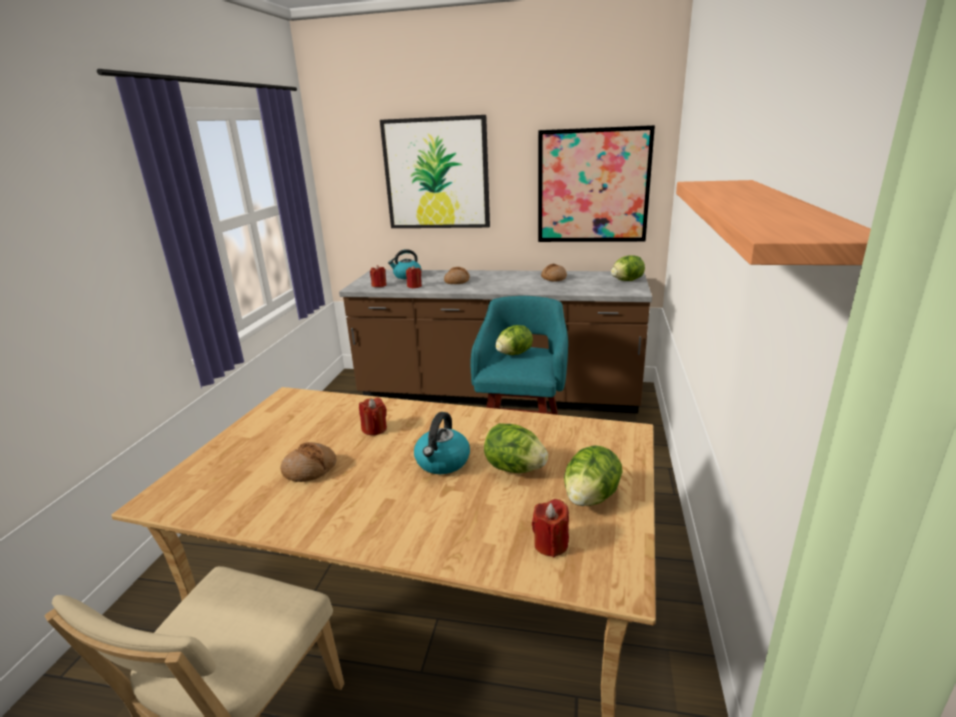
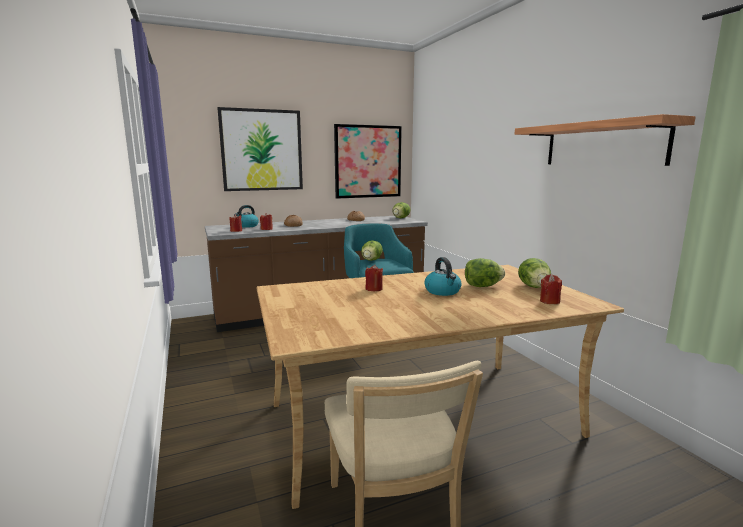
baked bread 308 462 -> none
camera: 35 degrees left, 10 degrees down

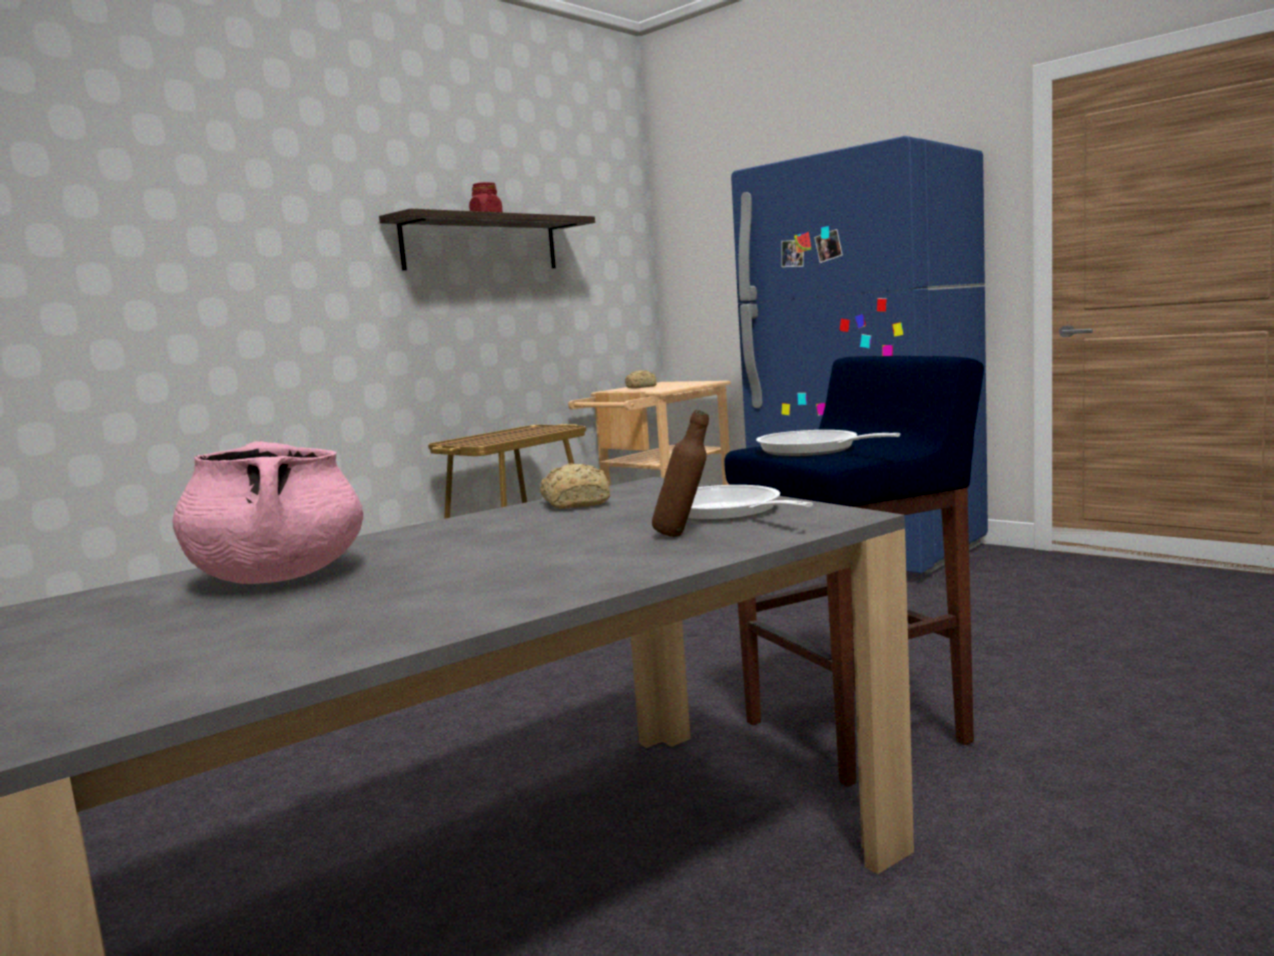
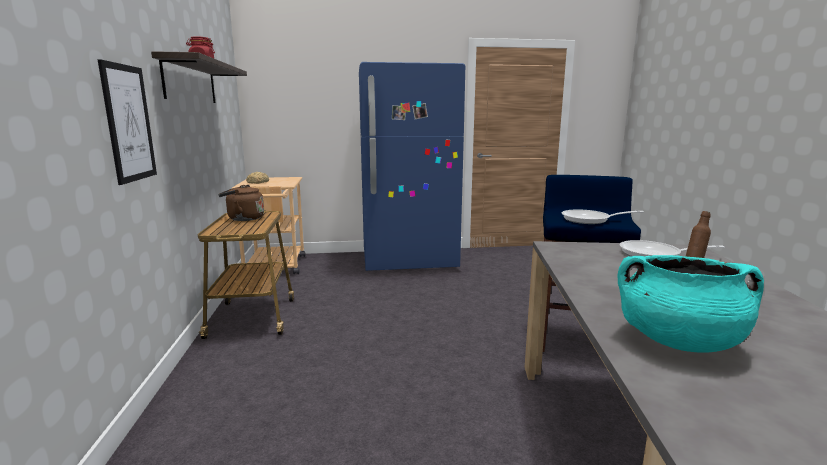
none -> wall art 127 122
none -> brownish water kettle 241 203
pinkish cooking pot 267 512 -> turquoise-coloured cooking pot 690 304
baked bread 575 486 -> none
camera: 50 degrees left, 5 degrees up

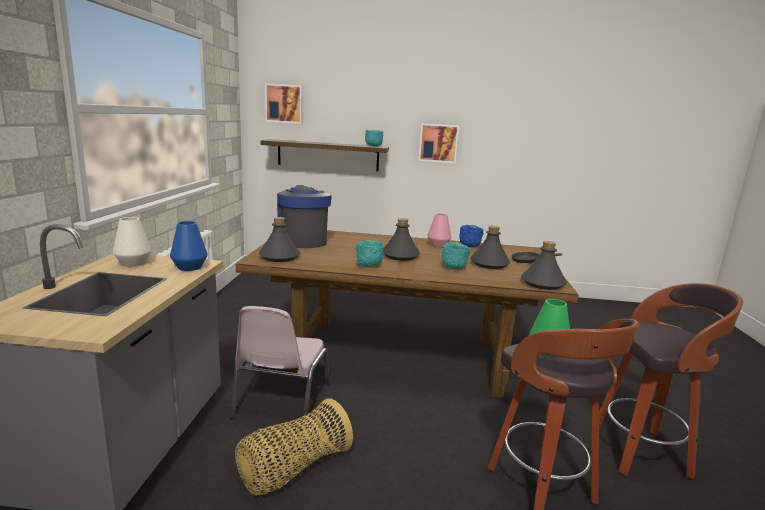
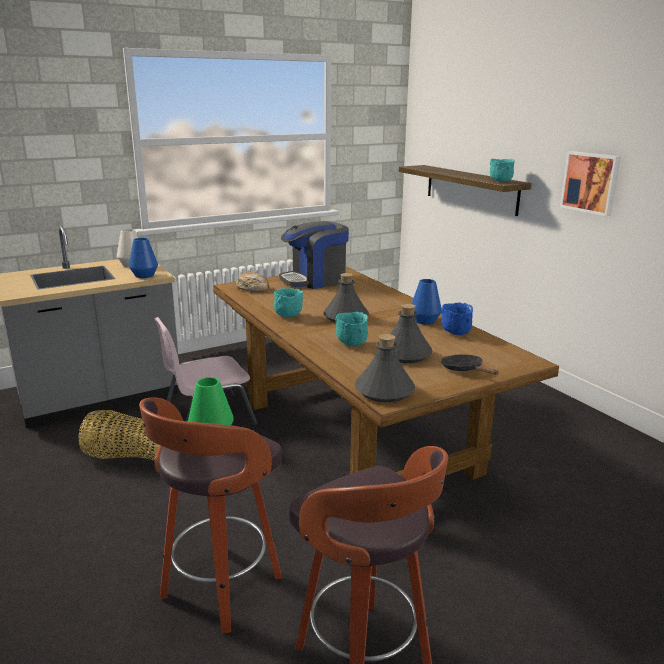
gray beverage bottle 279 239 -> baked bread 252 282
coffee machine 304 216 -> coffee machine 314 255, 150 degrees counterclockwise
pinkish vase 439 230 -> blue-coloured vase 427 302
wall art 284 103 -> none
camera: 55 degrees right, 5 degrees up

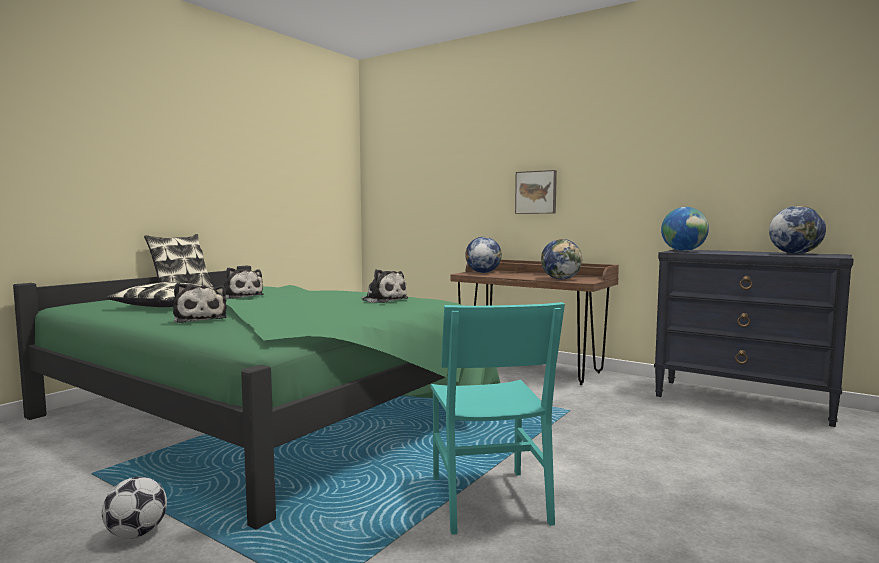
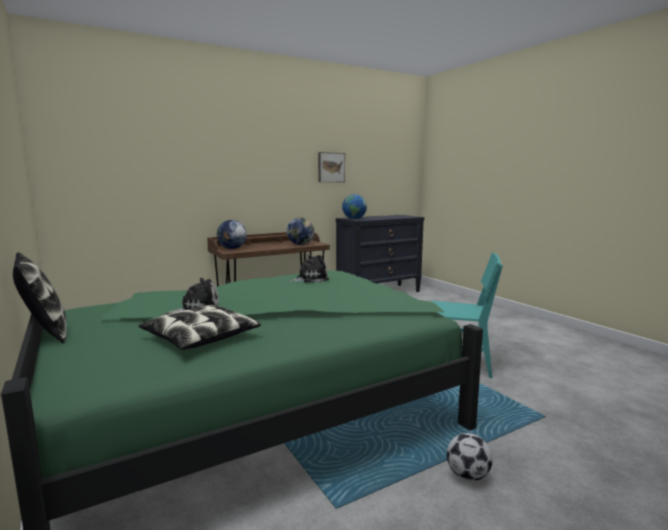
wall art 536 192 -> wall art 331 167, shifted
cuddly toy 200 303 -> none
desk globe 797 230 -> none
camera: 65 degrees left, 5 degrees up

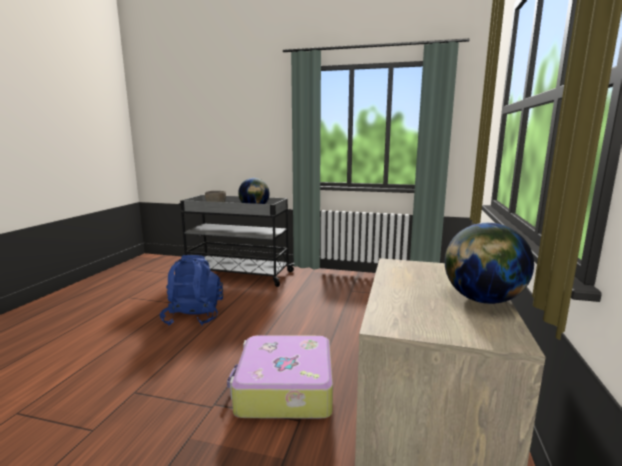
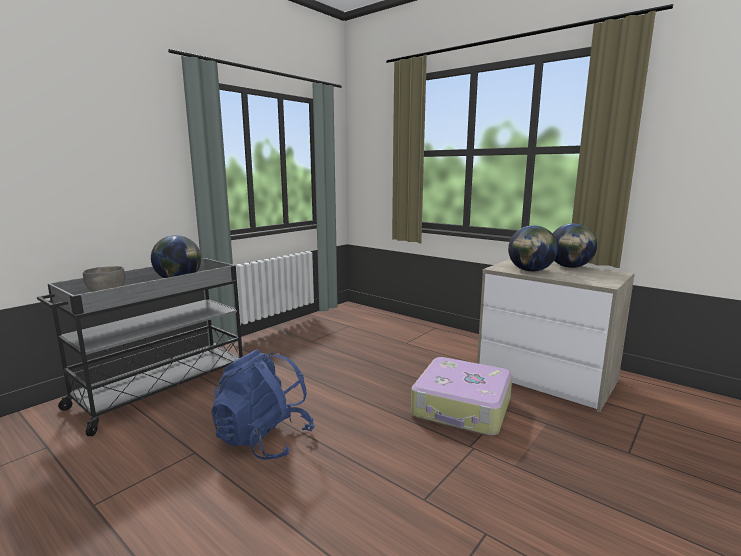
none -> desk globe 533 248
camera: 65 degrees left, 0 degrees up

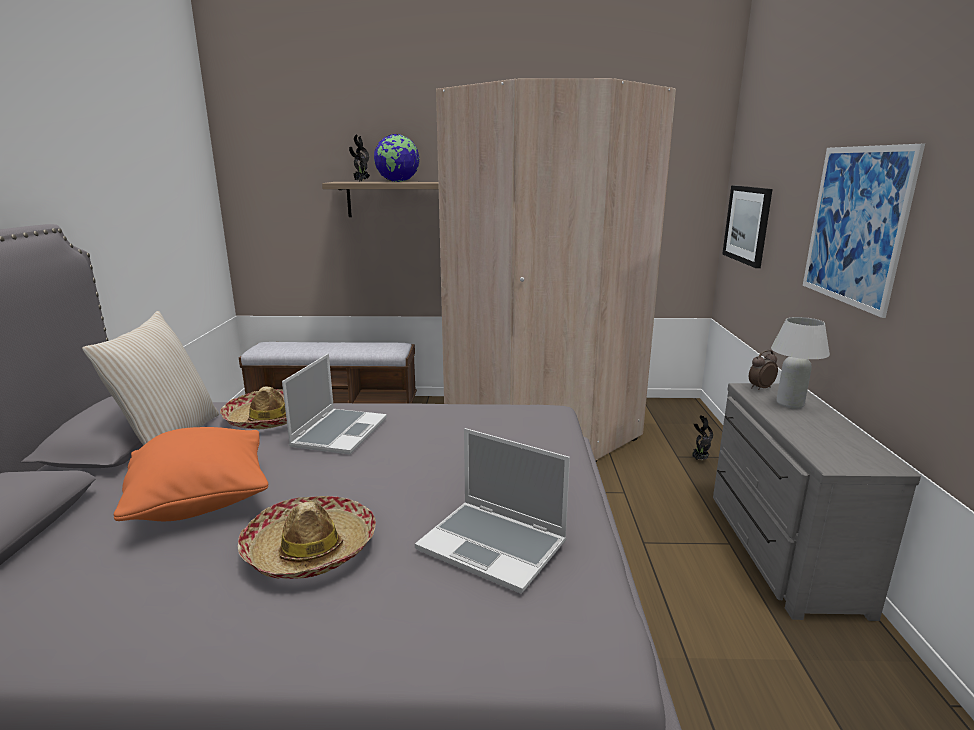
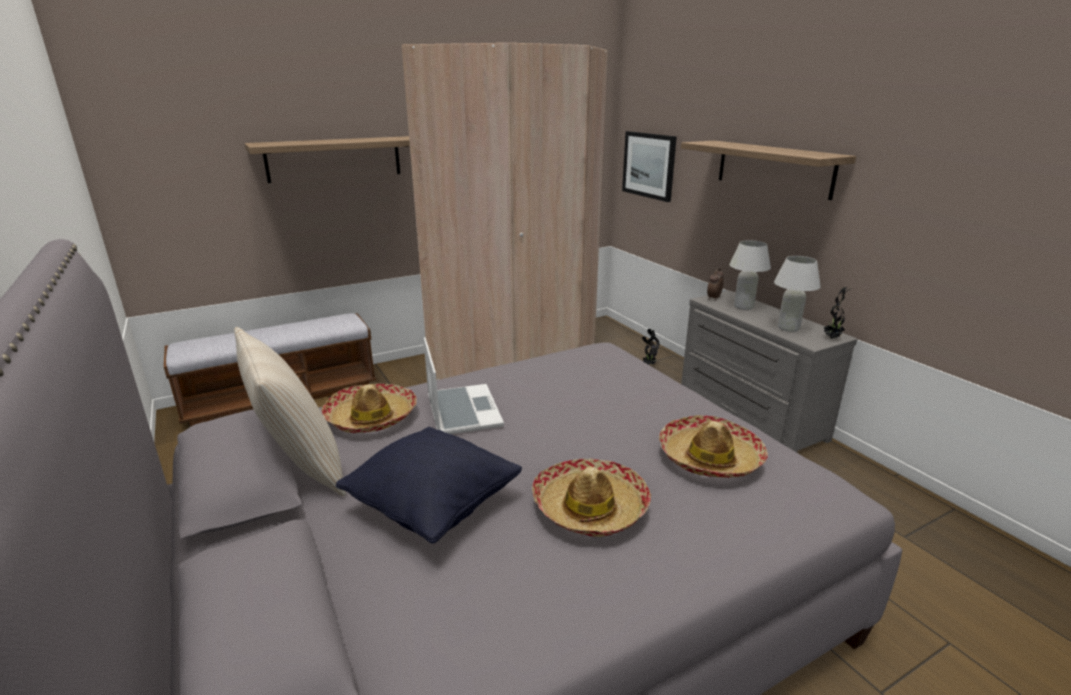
orangey throw pillow 191 474 -> blackish throw pillow 429 485
laptop 492 510 -> wearable hat 713 446
wall art 864 231 -> shelf 768 170
none -> white-coloured table lamp 797 294
plant in a pot 359 158 -> plant in a pot 838 313, shifted
desk globe 397 158 -> none
camera: 30 degrees left, 5 degrees up

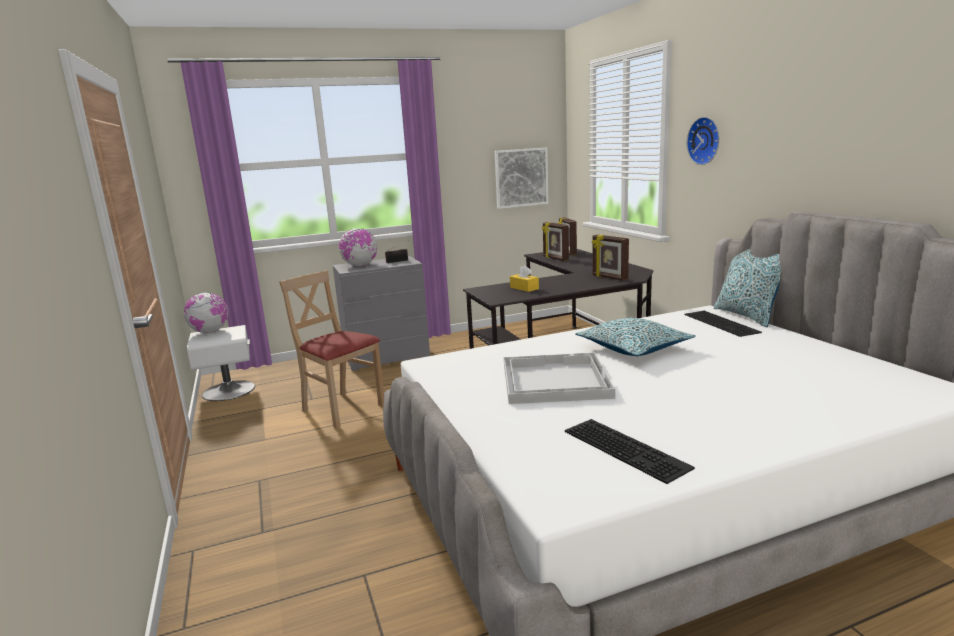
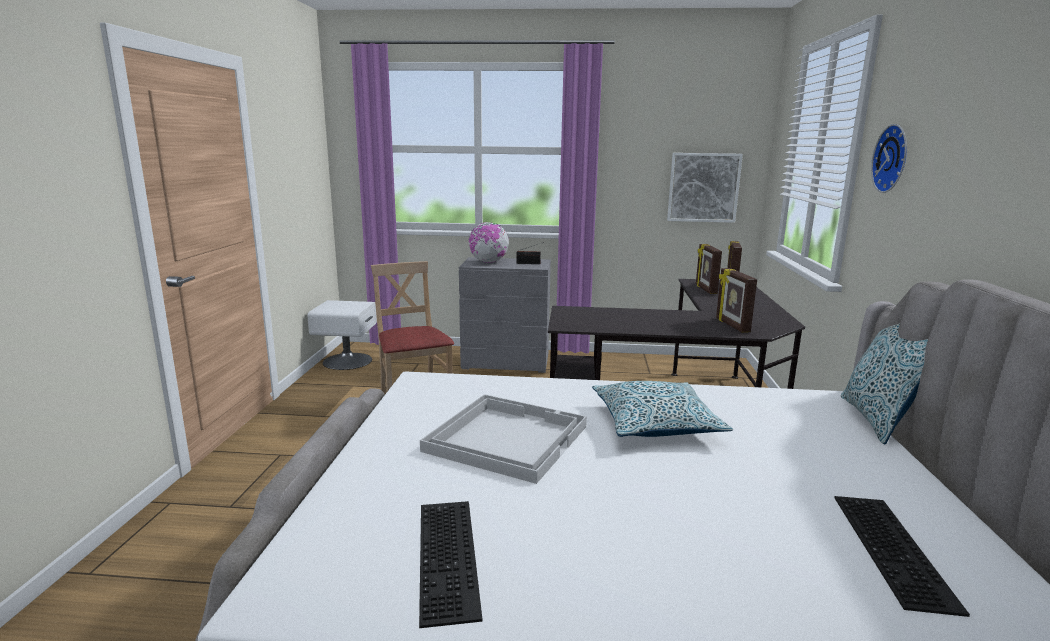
keyboard 723 324 -> keyboard 902 556, shifted
desk globe 206 312 -> none
yellow tissue holder 524 278 -> none
camera: 25 degrees right, 0 degrees up

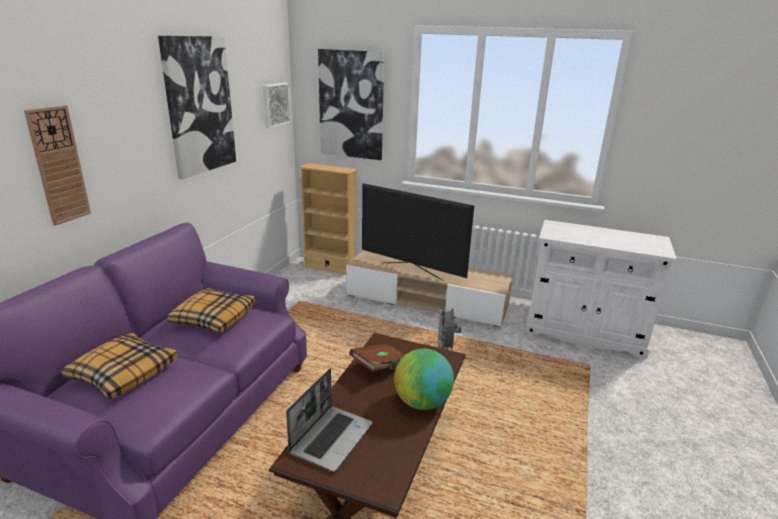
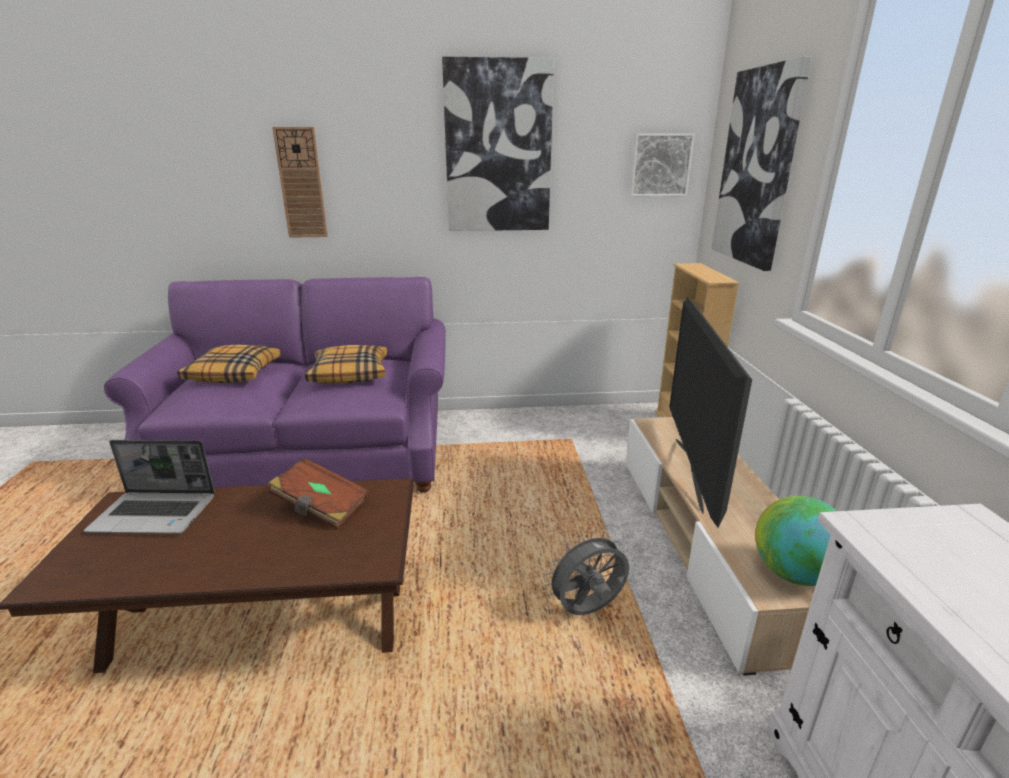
desk globe 424 379 -> desk globe 796 541, shifted
camera: 65 degrees right, 0 degrees up

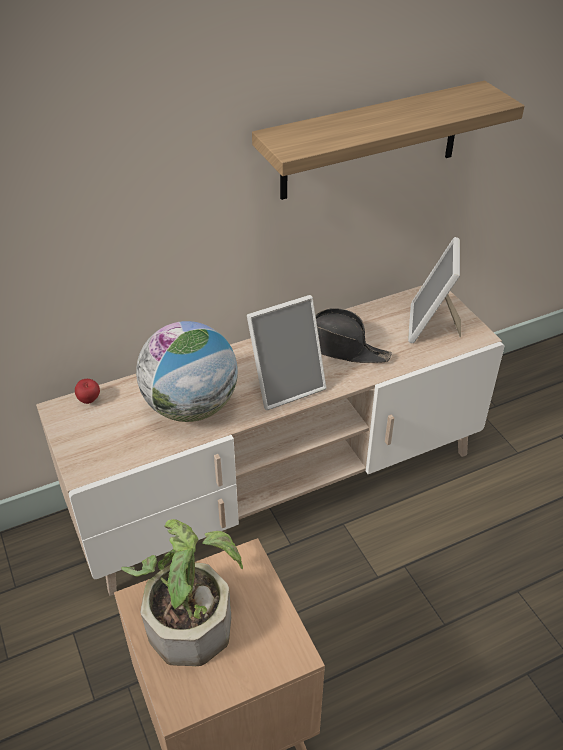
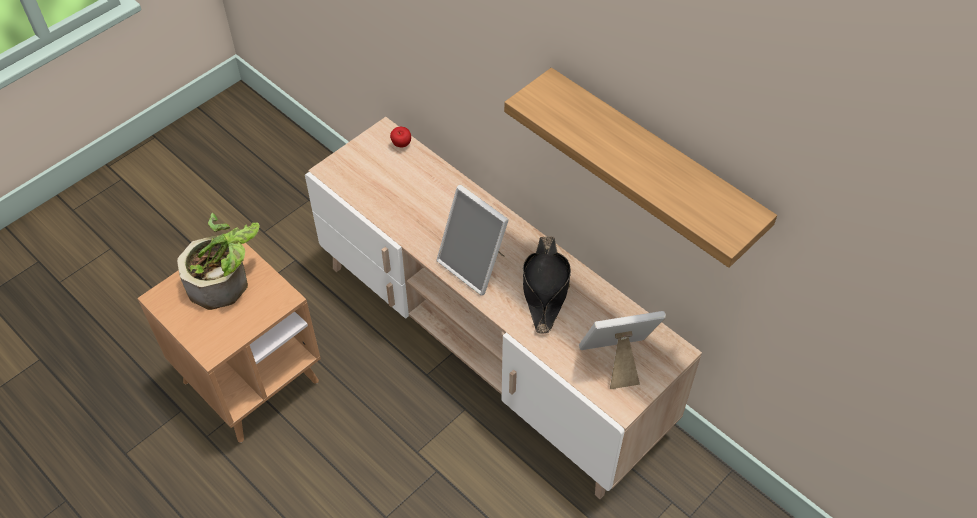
desk globe 187 371 -> none
camera: 70 degrees right, 10 degrees up

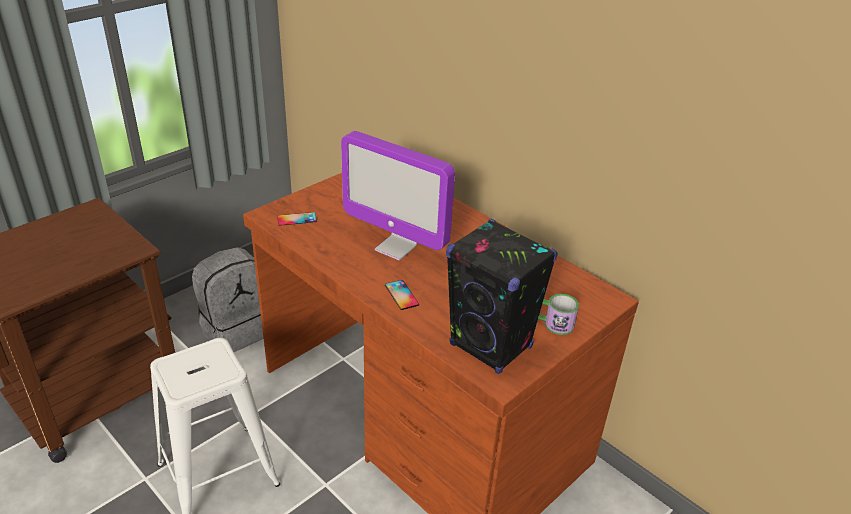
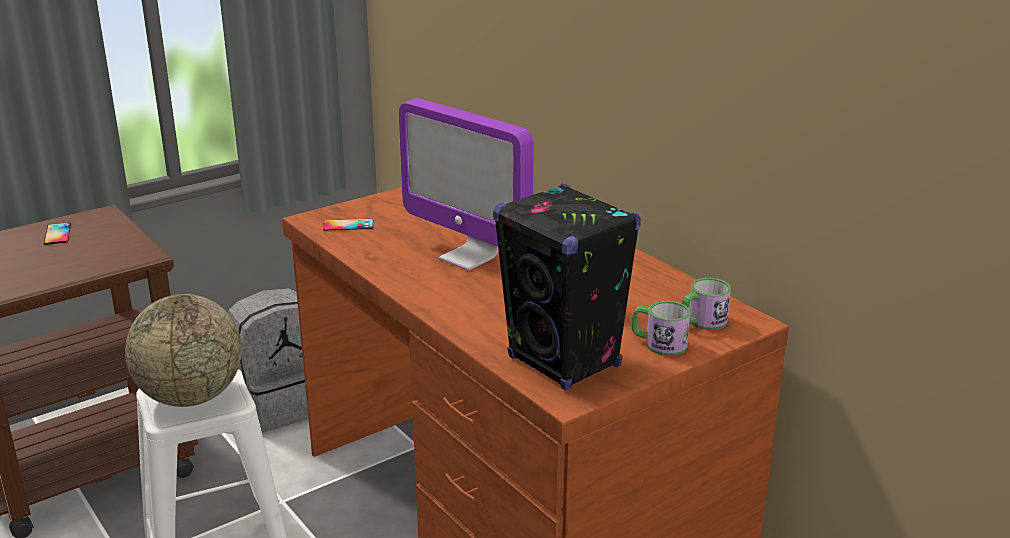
phone 402 295 -> phone 57 233, shifted
none -> desk globe 183 350
none -> coffee mug 706 304
camera: 10 degrees right, 10 degrees down

